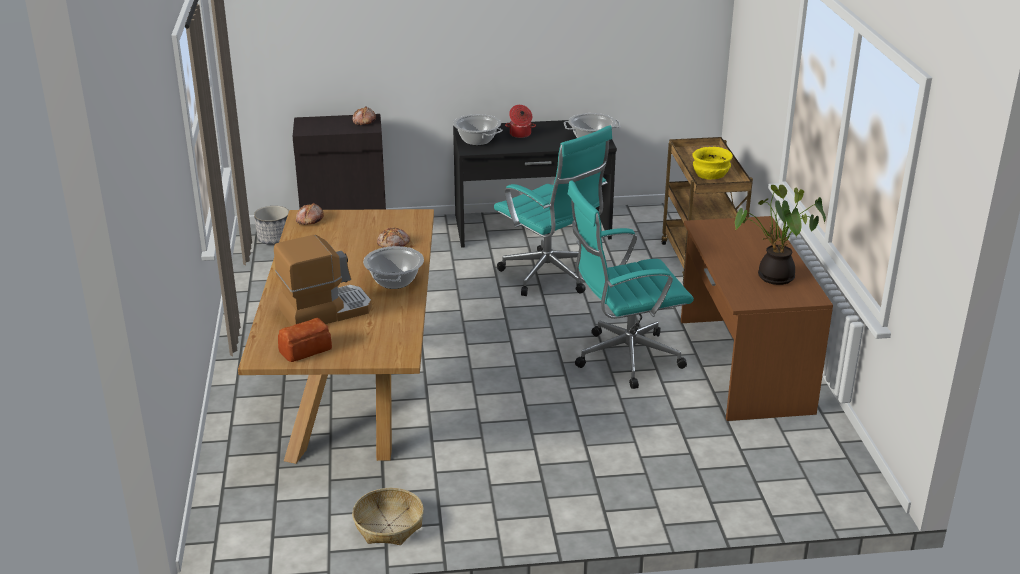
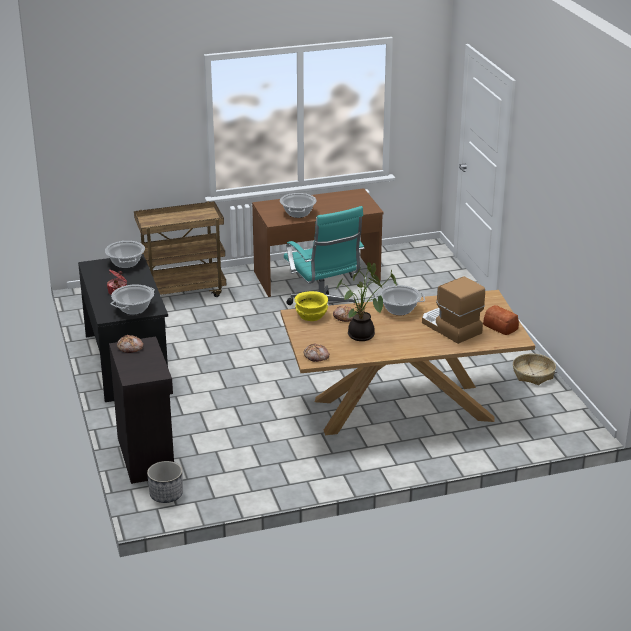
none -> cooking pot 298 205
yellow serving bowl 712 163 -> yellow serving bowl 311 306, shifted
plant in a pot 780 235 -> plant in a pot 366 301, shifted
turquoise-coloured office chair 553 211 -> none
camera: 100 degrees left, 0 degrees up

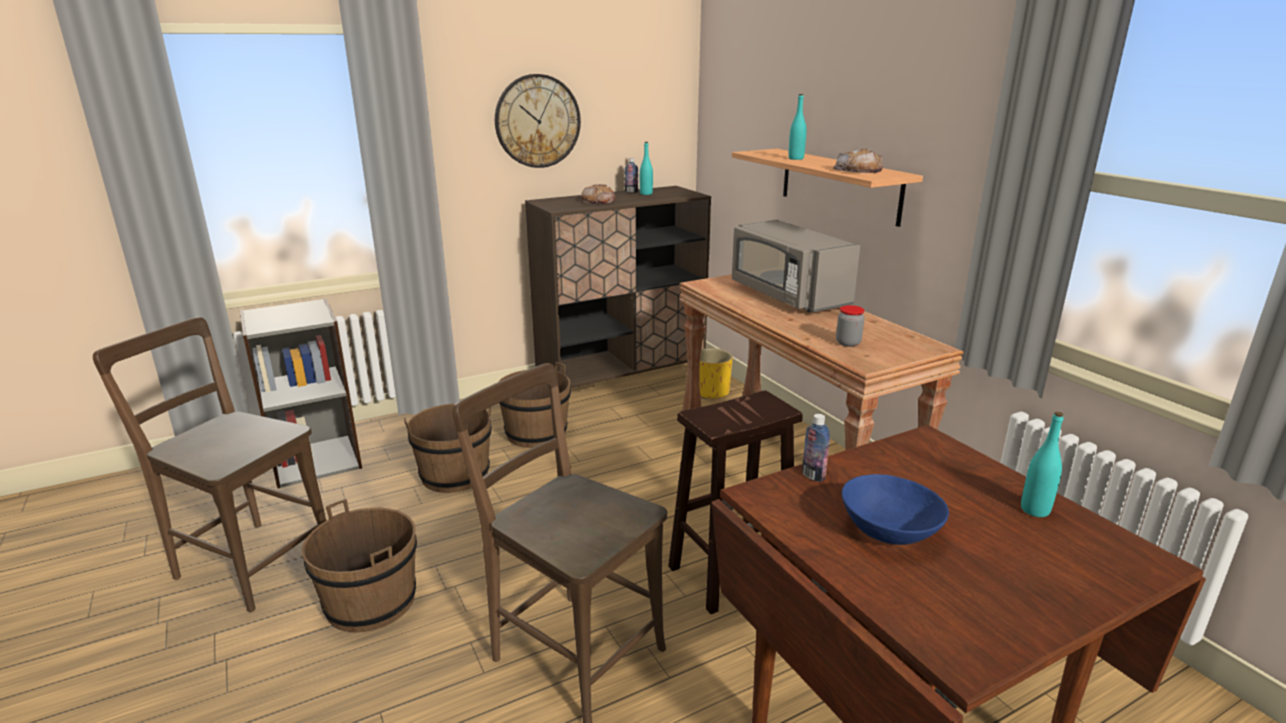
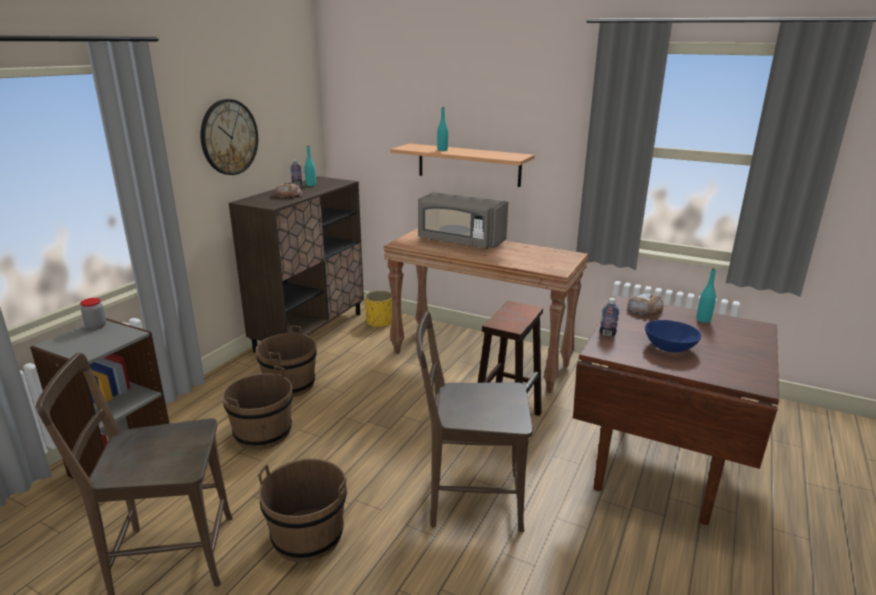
storage jar 850 326 -> storage jar 93 314, shifted
baked bread 858 160 -> baked bread 645 304, shifted
camera: 35 degrees left, 0 degrees up

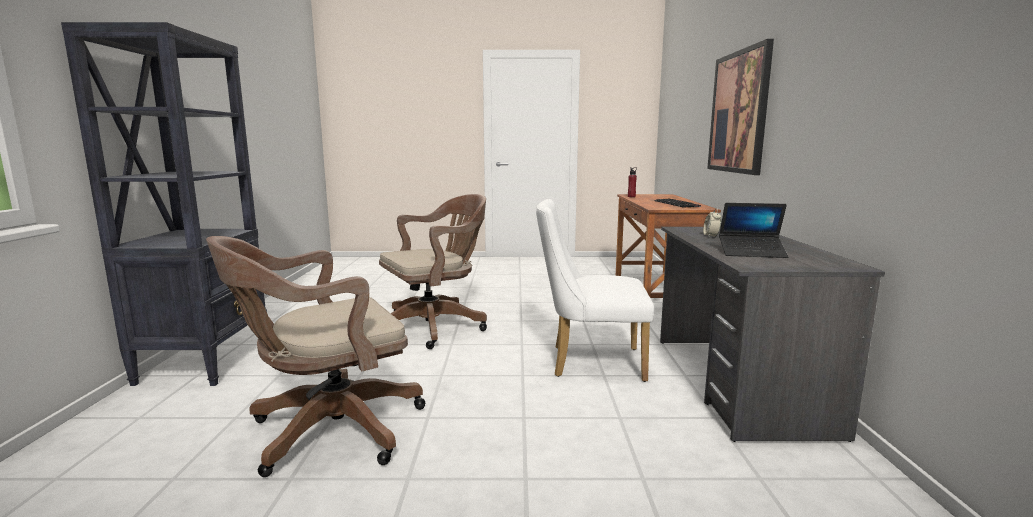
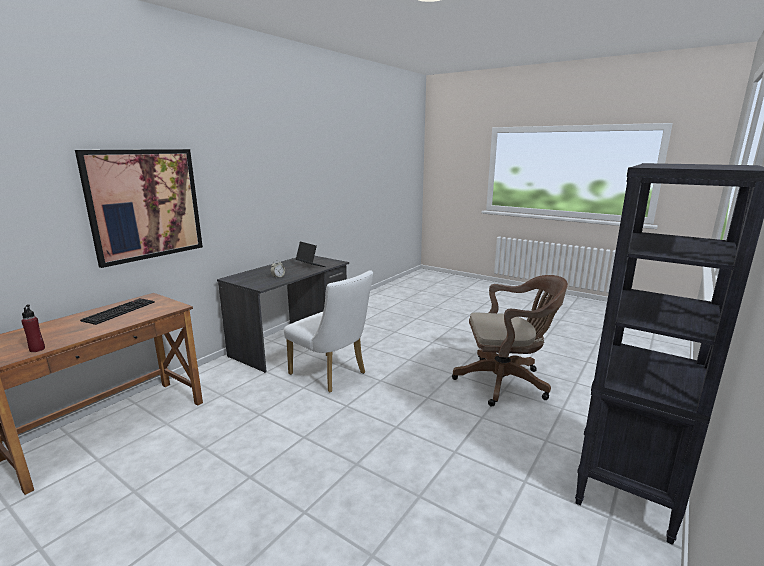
brownish office chair 433 271 -> none
camera: 145 degrees left, 5 degrees up

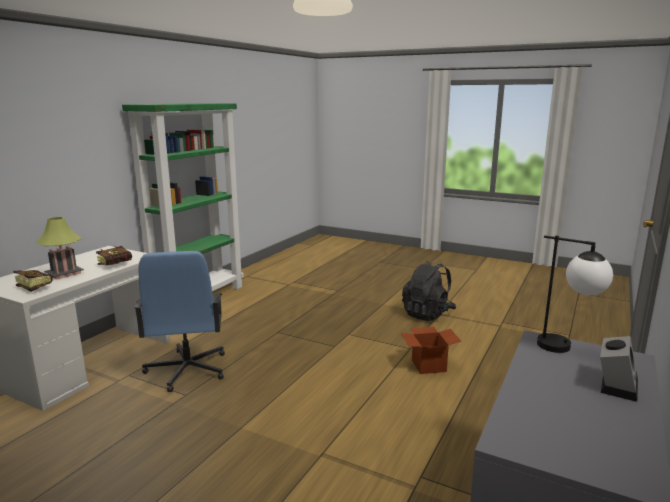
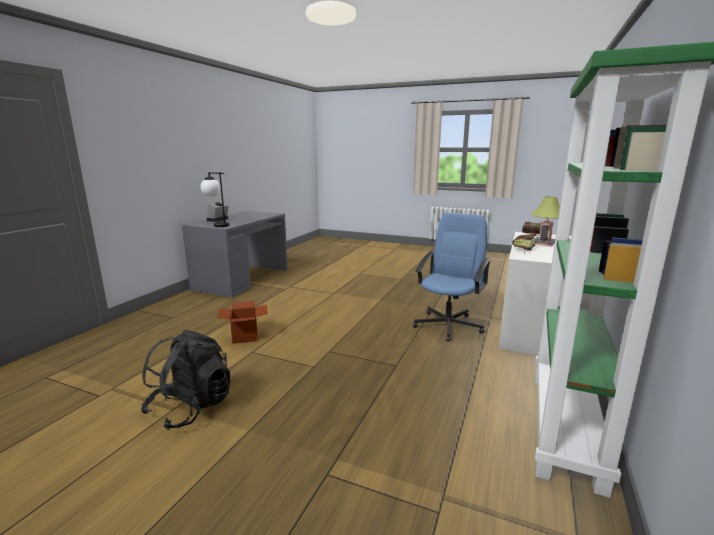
blue-coloured office chair 179 321 -> blue-coloured office chair 452 277, 45 degrees clockwise
camera: 175 degrees right, 0 degrees up

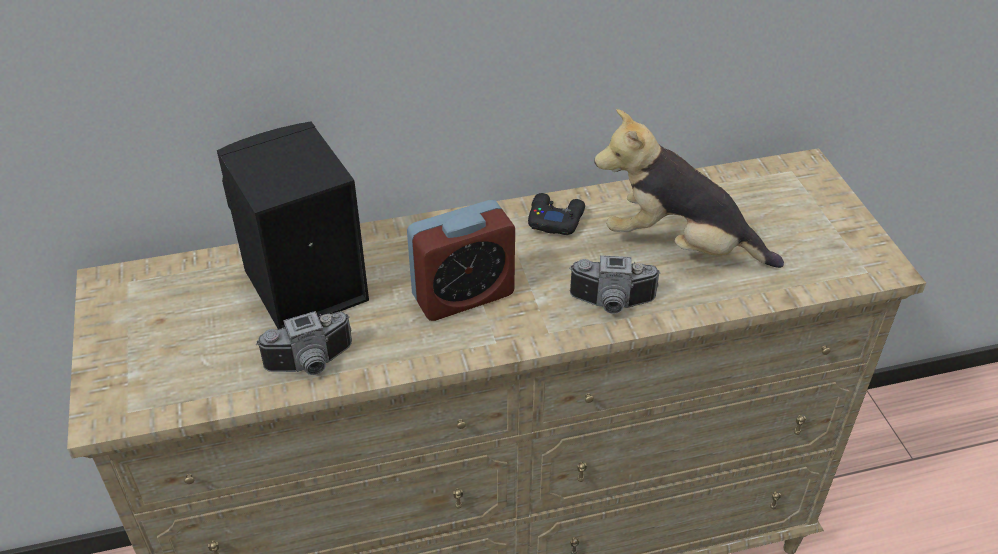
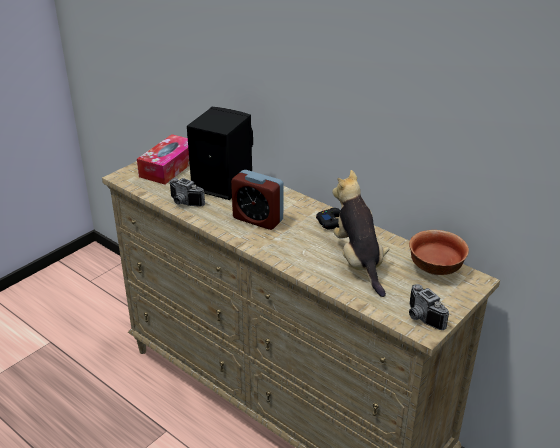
none -> tissue holder 163 159
none -> serving bowl 439 252
still camera 615 284 -> still camera 429 307, shifted
camera: 55 degrees right, 10 degrees down

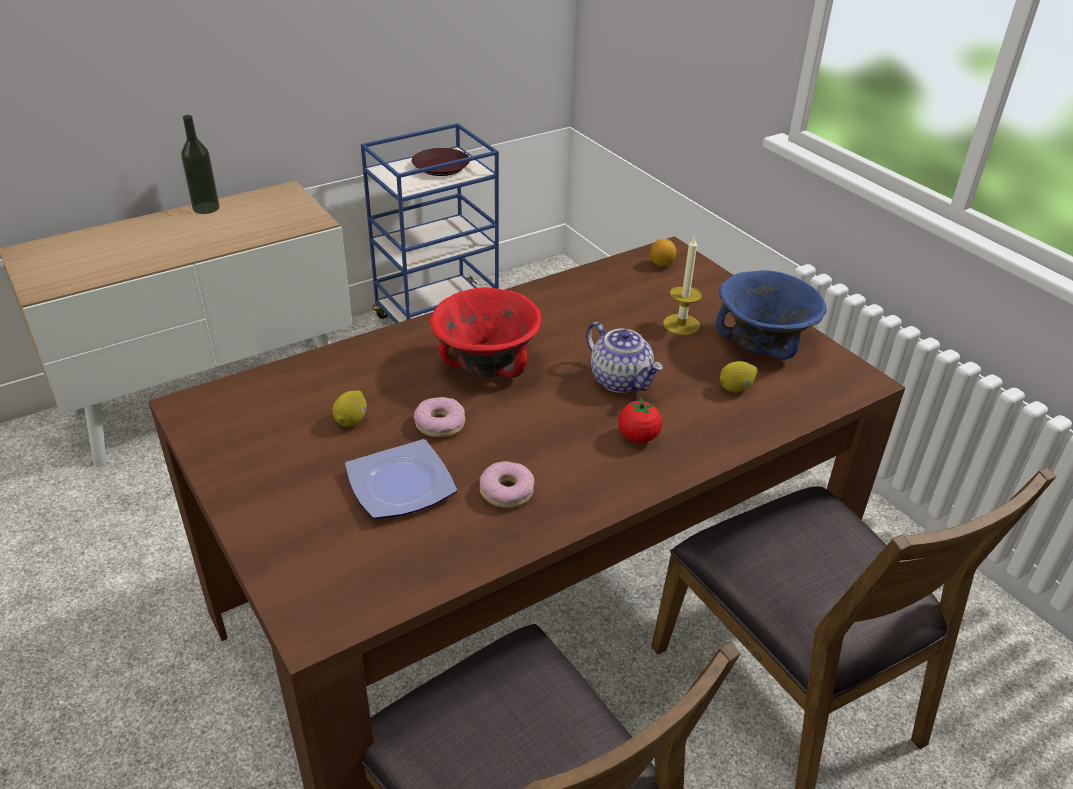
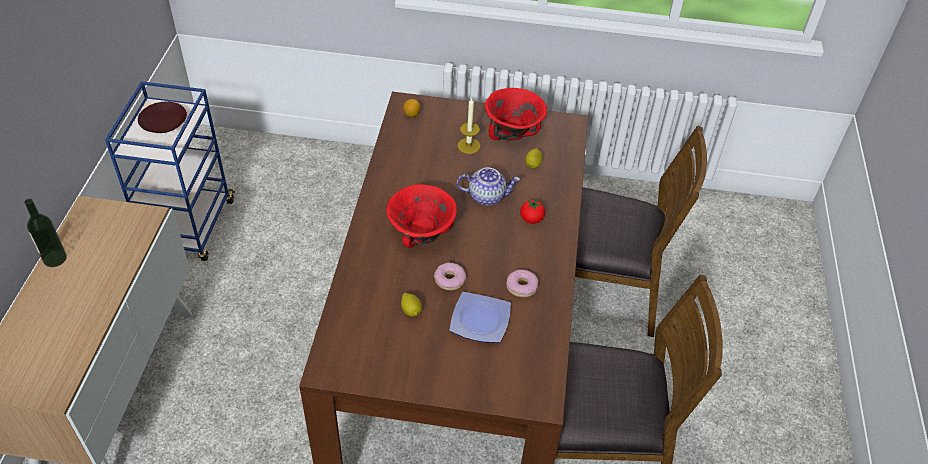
blue-coloured serving bowl 771 315 -> red-coloured serving bowl 516 114
camera: 50 degrees left, 10 degrees up

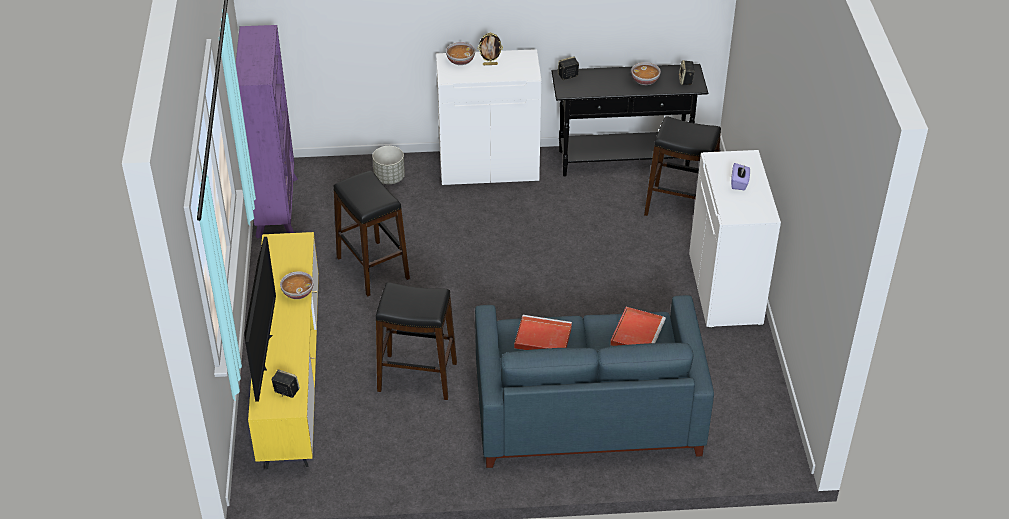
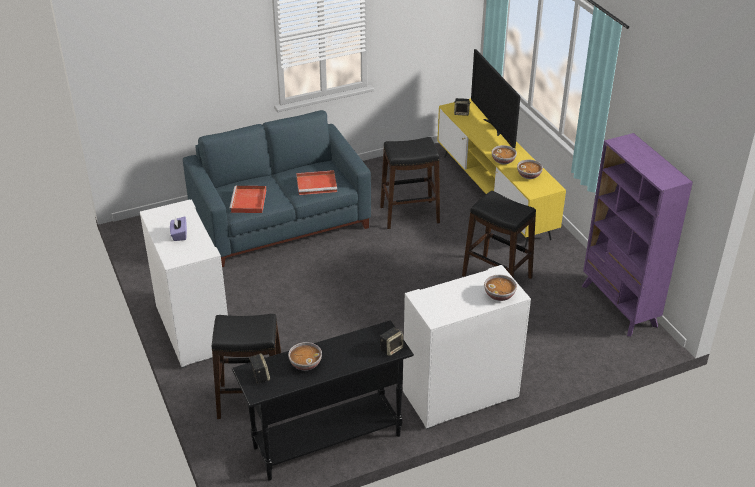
none -> serving bowl 530 169
gray planter 388 165 -> none
picture frame 490 49 -> none
camera: 160 degrees right, 5 degrees down

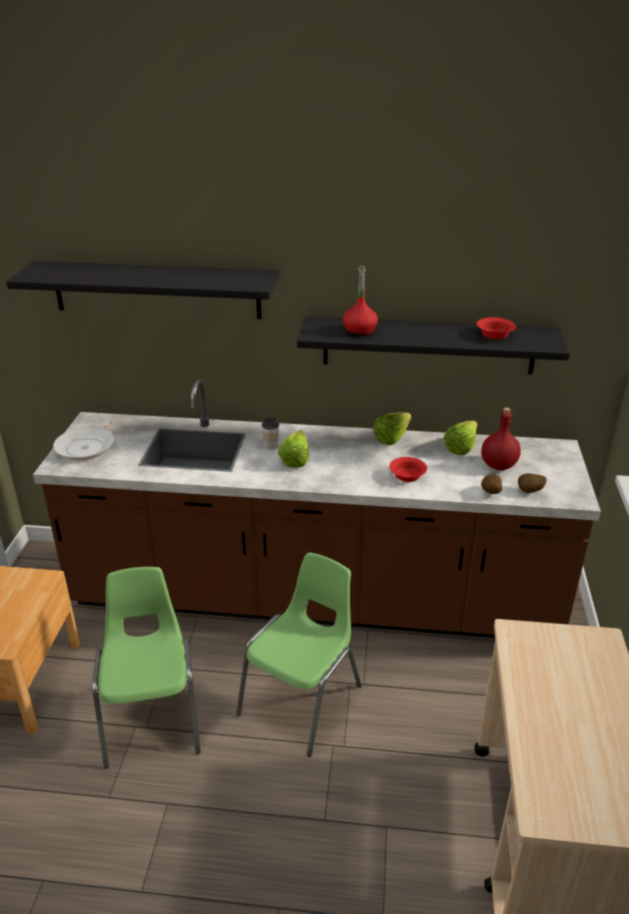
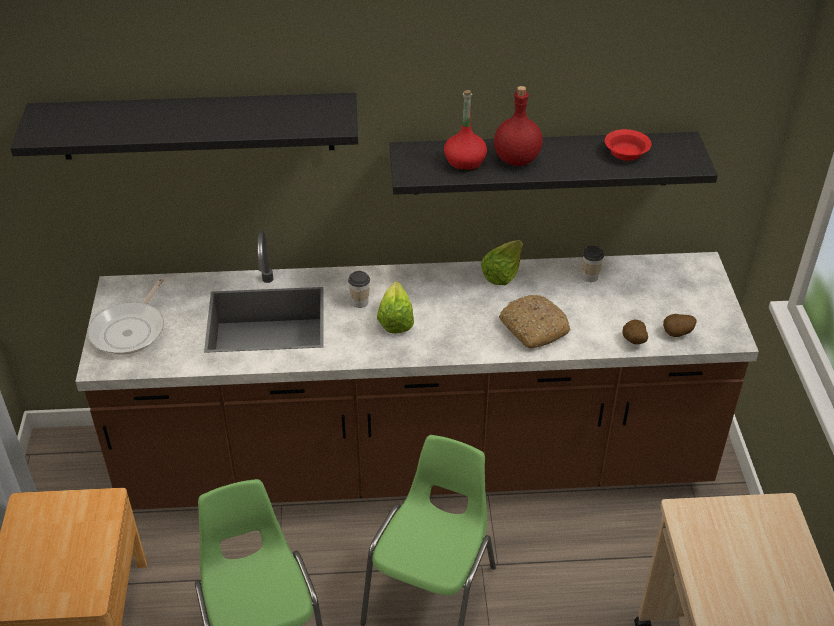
red-coloured beverage bottle 501 438 -> red-coloured beverage bottle 518 126, shifted
red-coloured serving bowl 408 469 -> baked bread 535 322
lettuce head 460 438 -> cup 593 264
camera: 10 degrees left, 10 degrees up

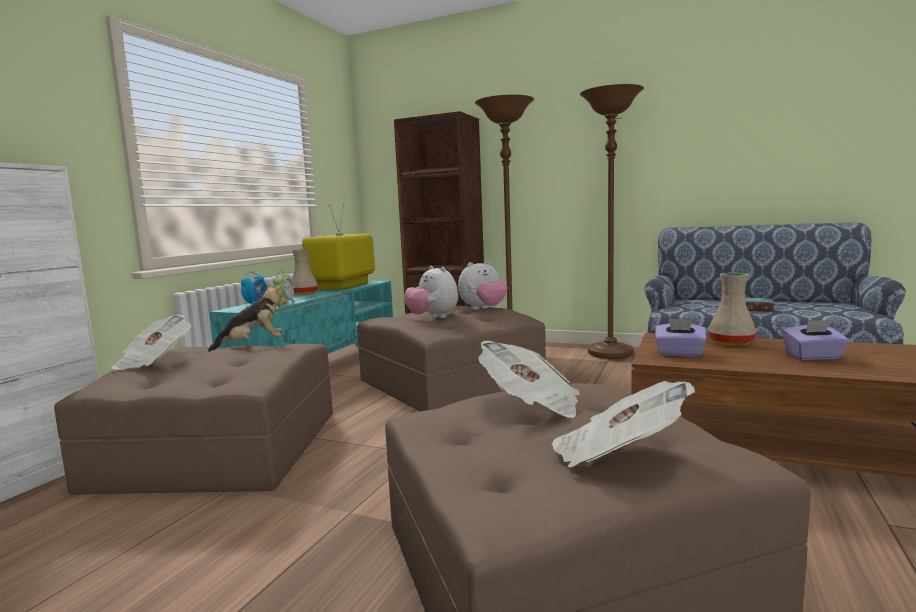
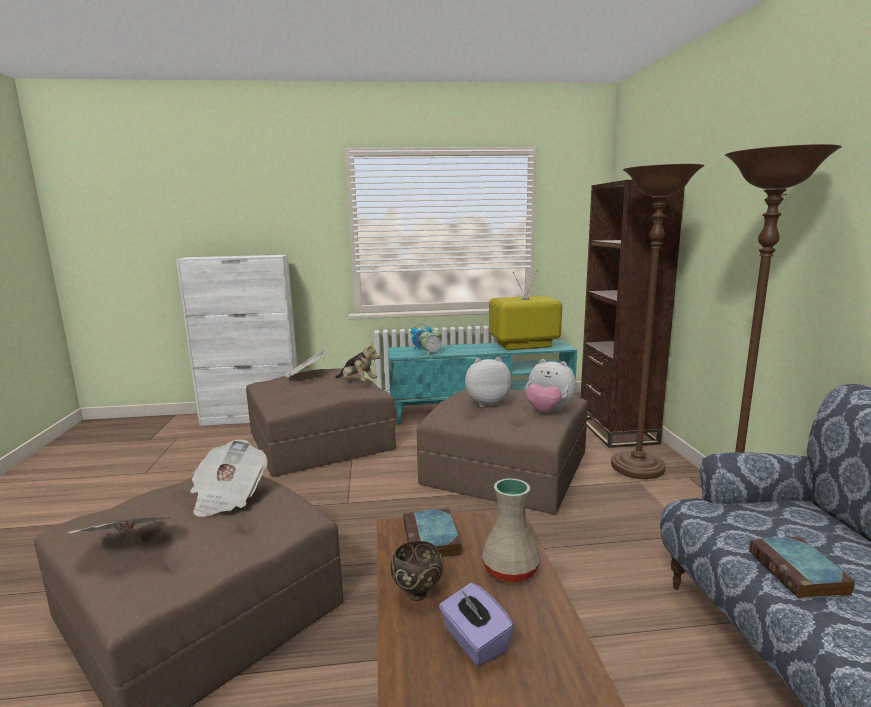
none -> brownish serving bowl 416 571
purplish tissue holder 681 337 -> book 432 533
cuddly toy 431 292 -> cuddly toy 488 382, 60 degrees clockwise
beige vase 304 272 -> none
camera: 60 degrees right, 5 degrees up

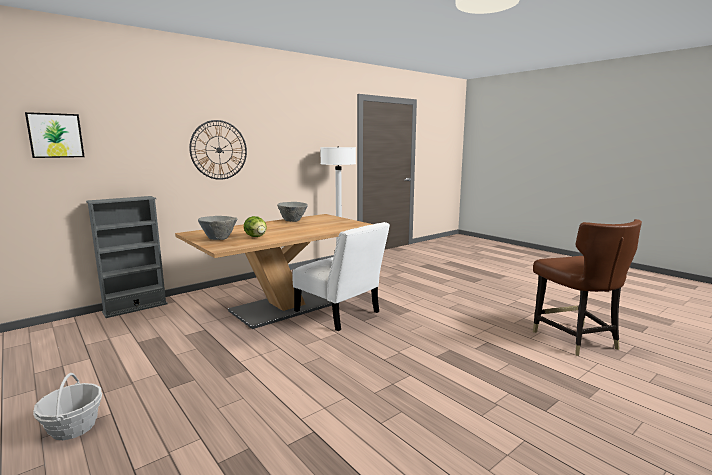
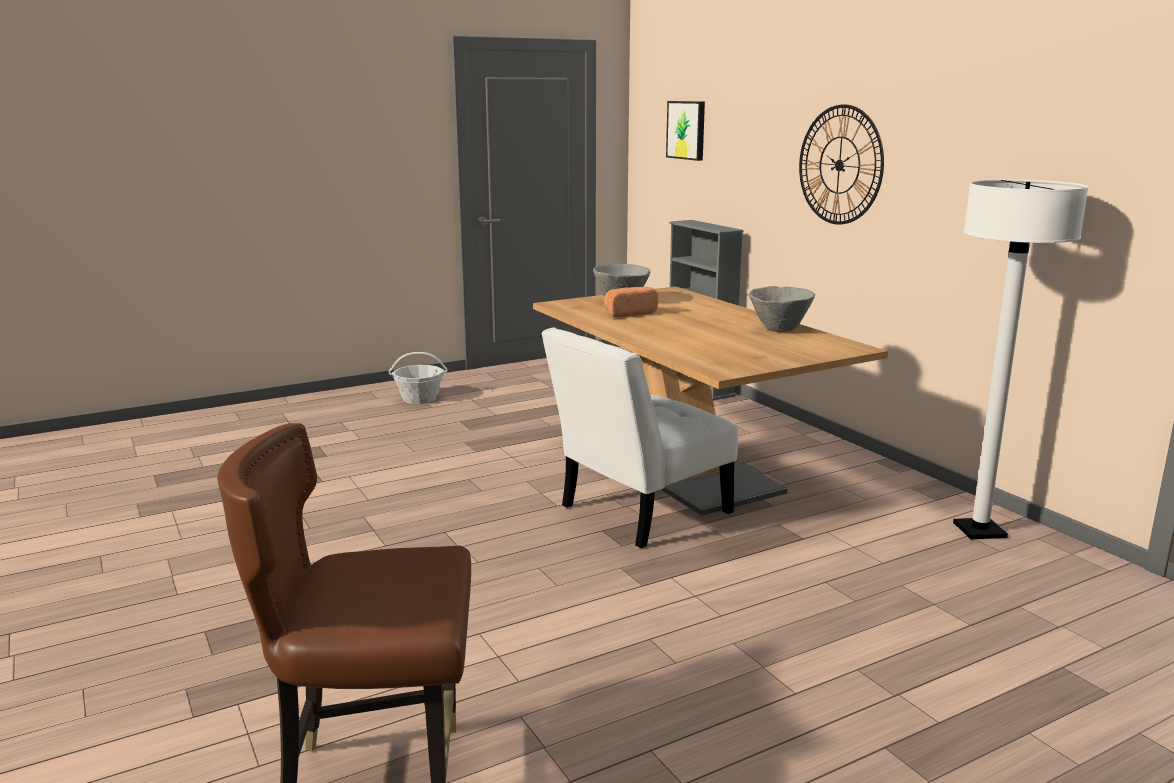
lettuce head 255 226 -> baked bread 631 302
camera: 100 degrees right, 5 degrees up

